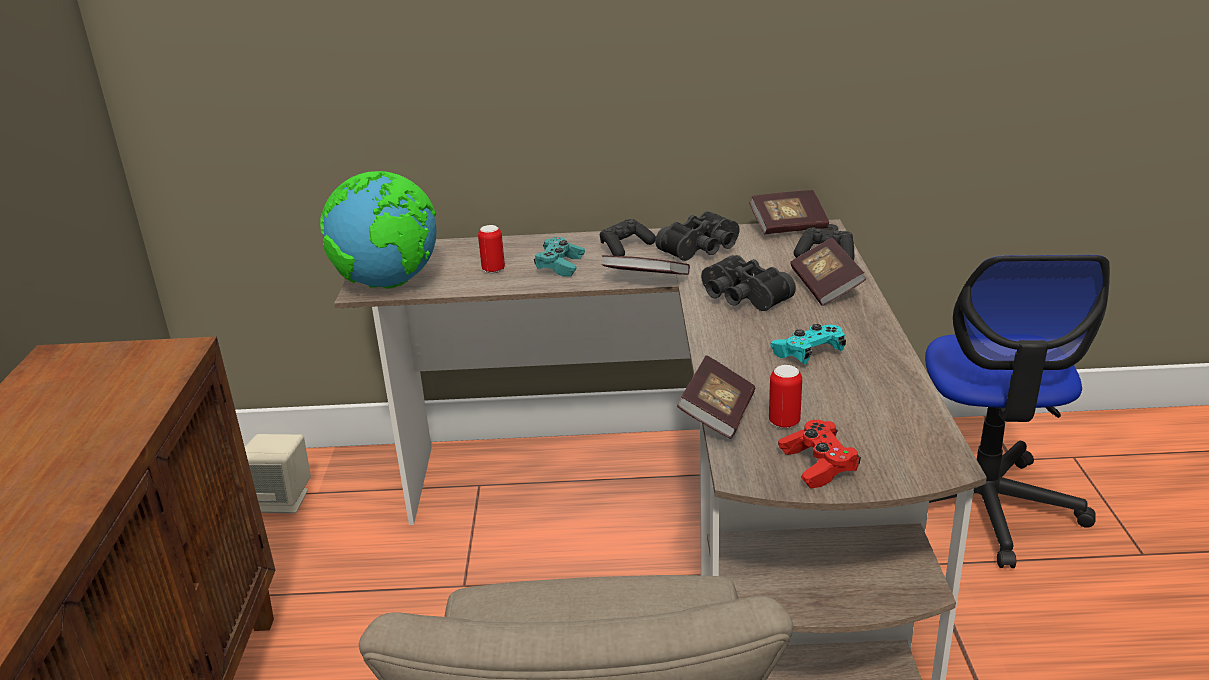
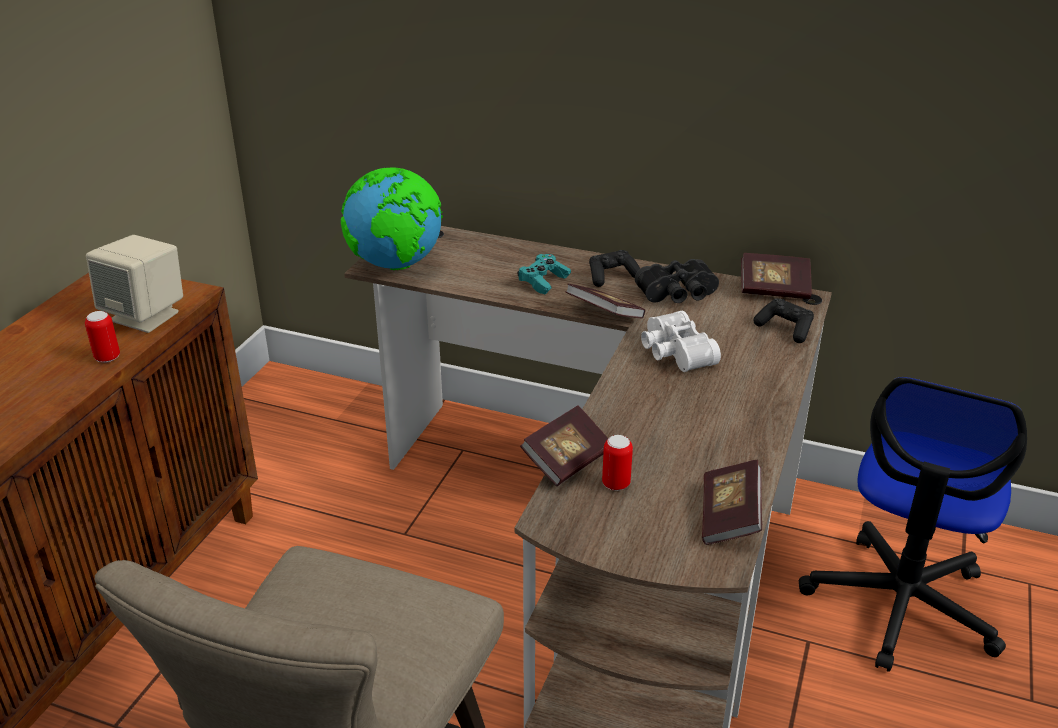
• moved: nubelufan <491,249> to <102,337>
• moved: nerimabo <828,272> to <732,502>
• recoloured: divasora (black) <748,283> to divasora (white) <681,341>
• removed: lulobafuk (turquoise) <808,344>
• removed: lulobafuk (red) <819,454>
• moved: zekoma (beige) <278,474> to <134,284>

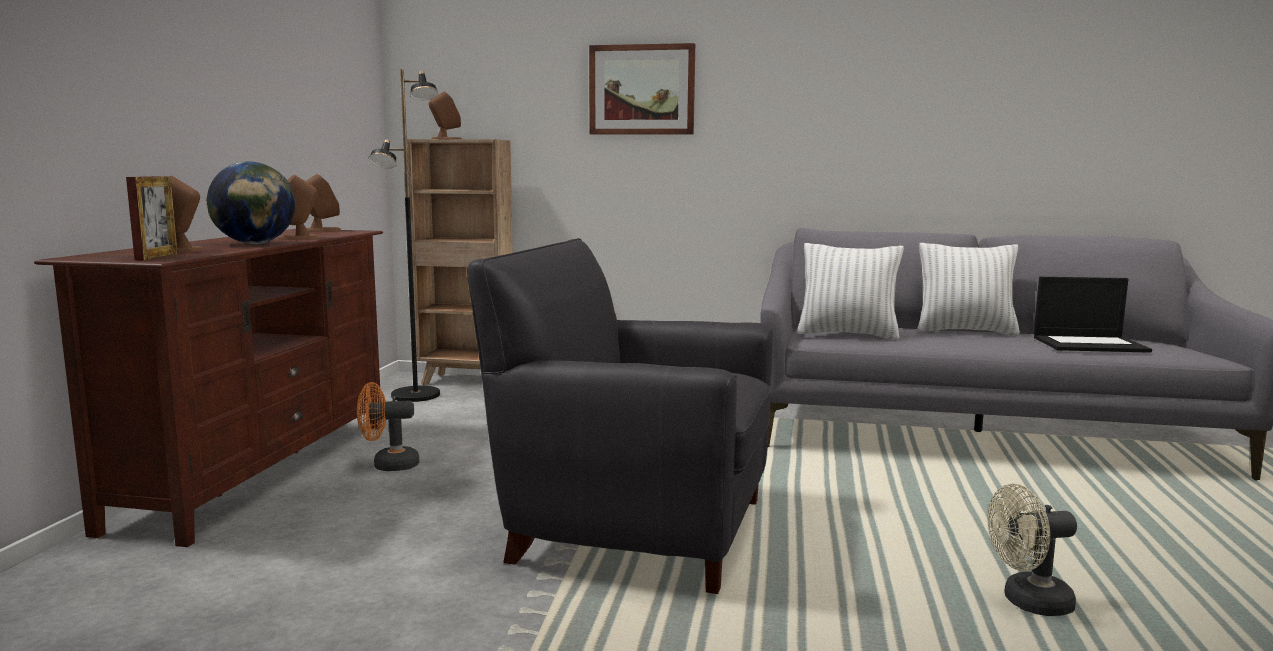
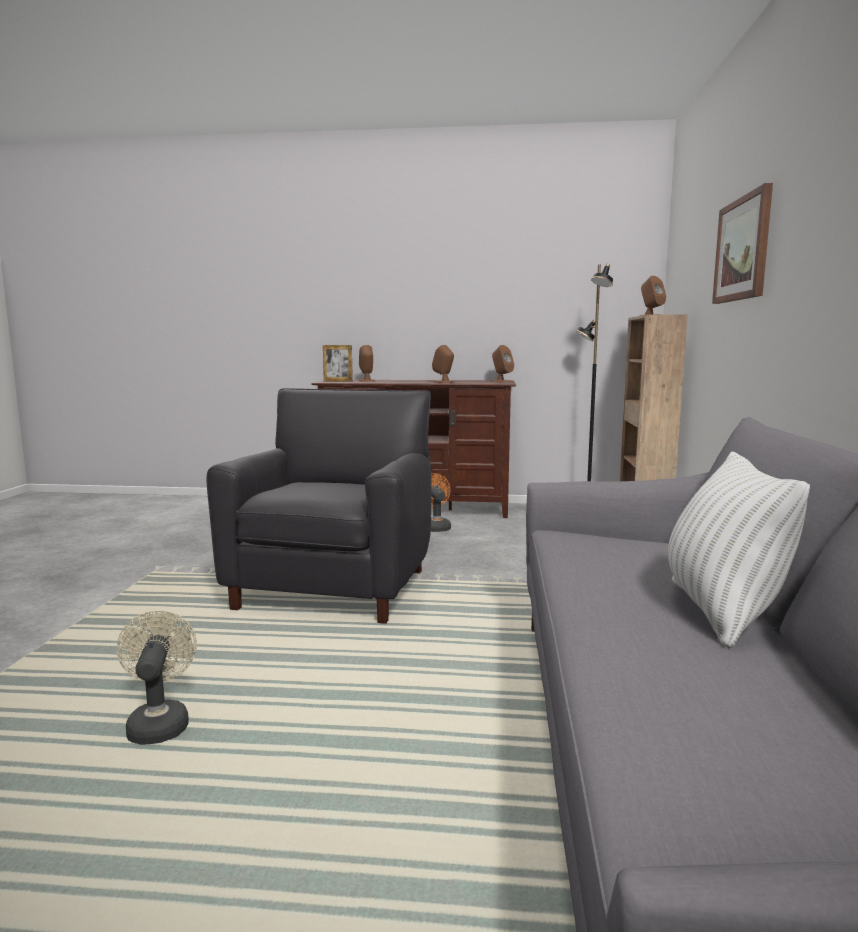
• removed: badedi <250,202>
• removed: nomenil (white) <850,291>
• removed: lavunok <1093,315>

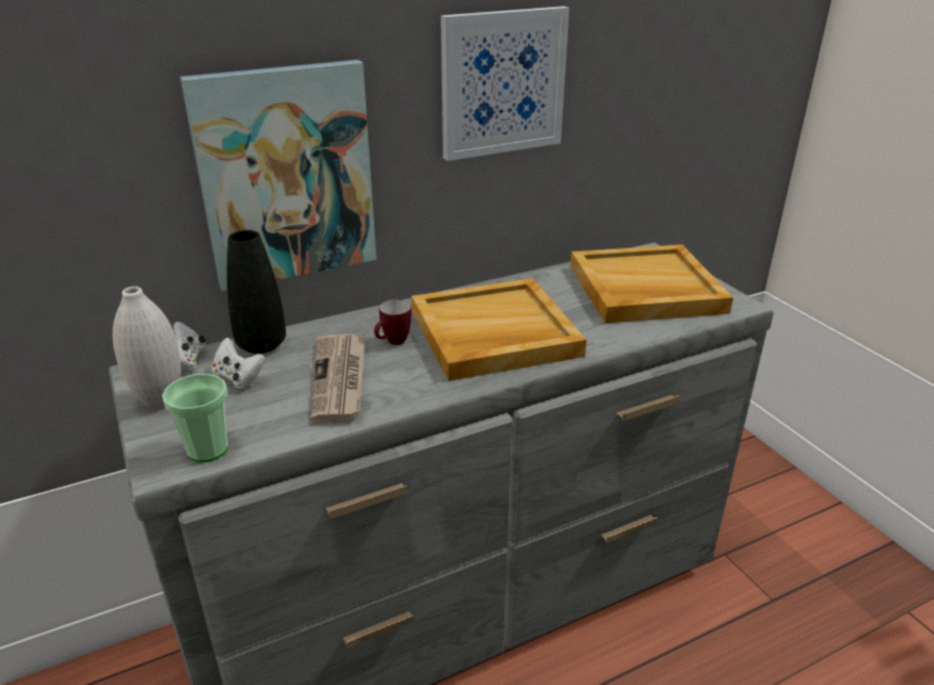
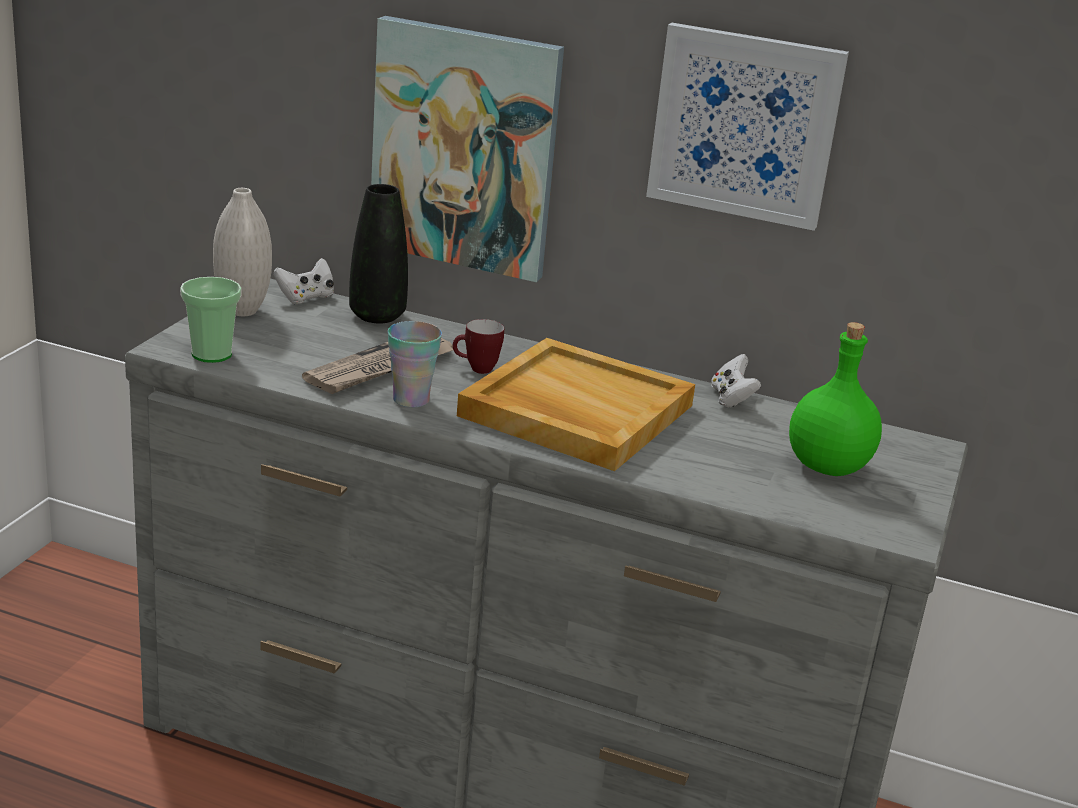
• replaced: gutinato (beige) <651,283> to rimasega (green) <835,399>
• moved: lulobafuk (white) <238,363> to <736,380>
• added: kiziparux <415,364>

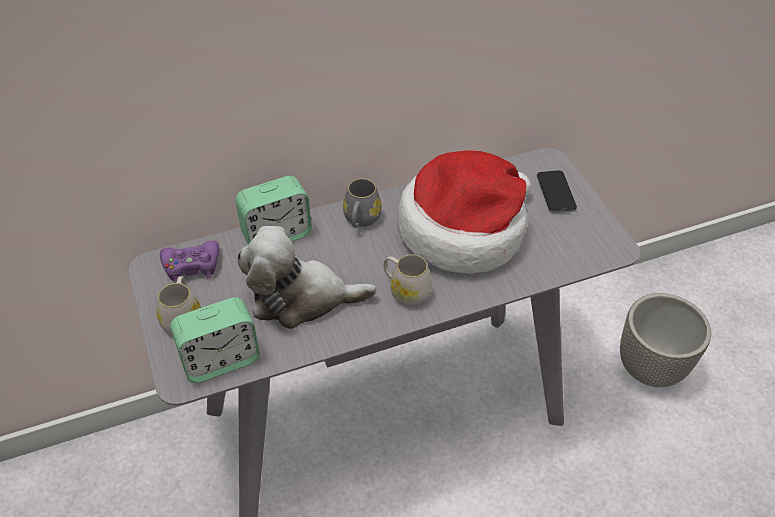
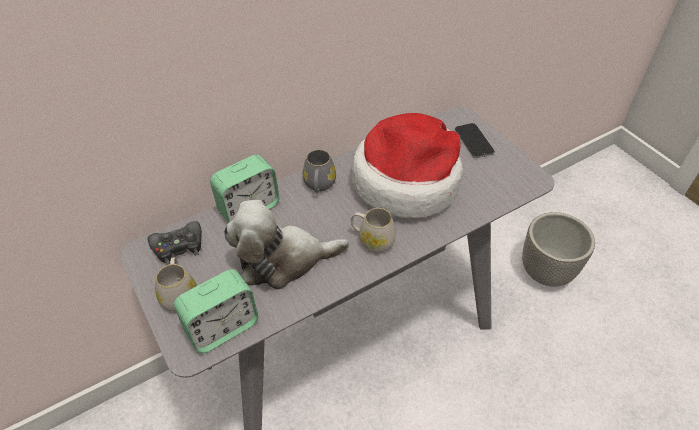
• recoloured: lulobafuk (purple) <189,262> to lulobafuk (black) <174,243>

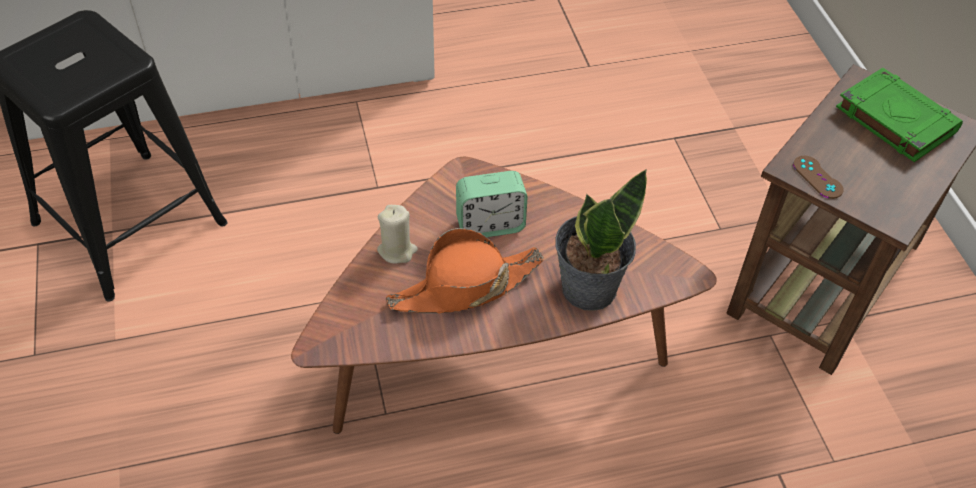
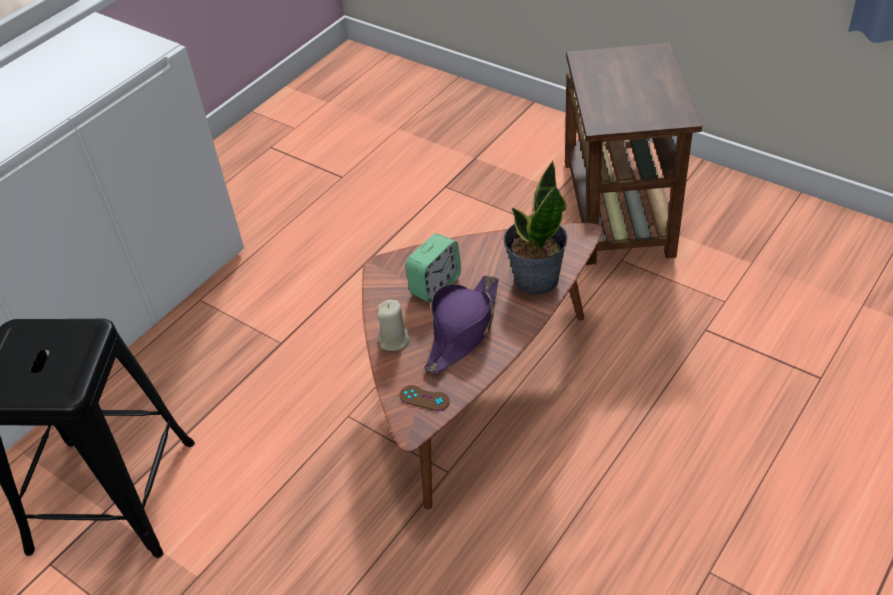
• removed: nerimabo (green) <899,115>
• moved: lulobafuk (brown) <818,177> to <425,398>
• recoloured: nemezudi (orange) <465,271> to nemezudi (purple) <461,324>

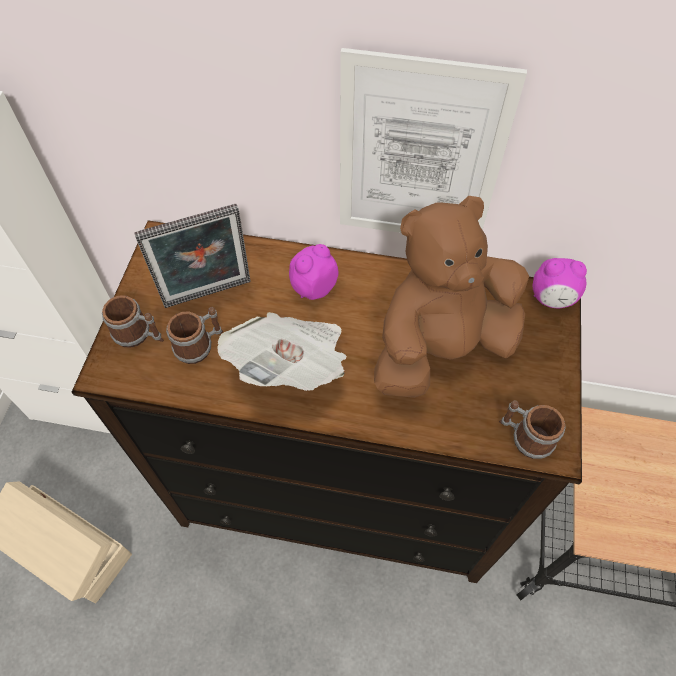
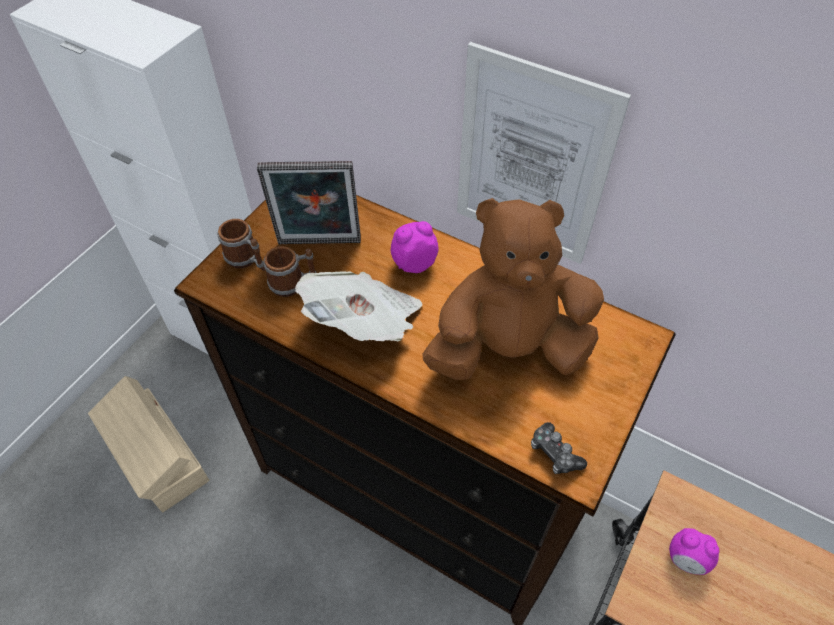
• moved: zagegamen <560,283> to <694,551>
• replaced: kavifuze <532,429> to lulobafuk <559,448>

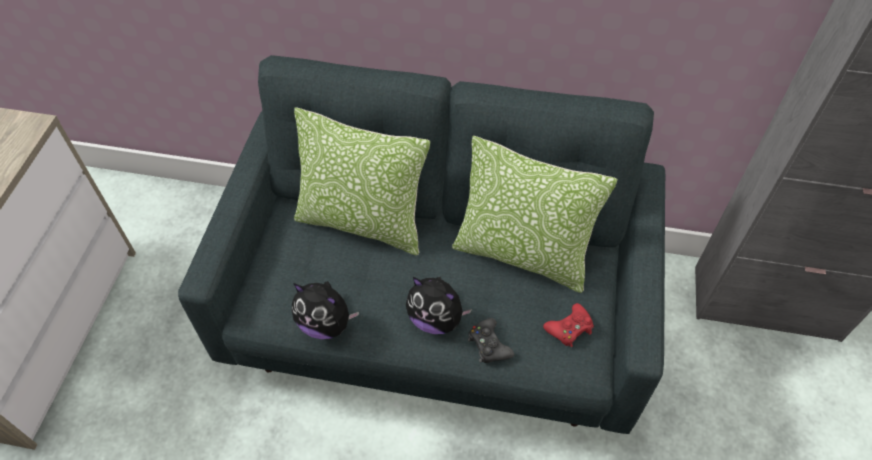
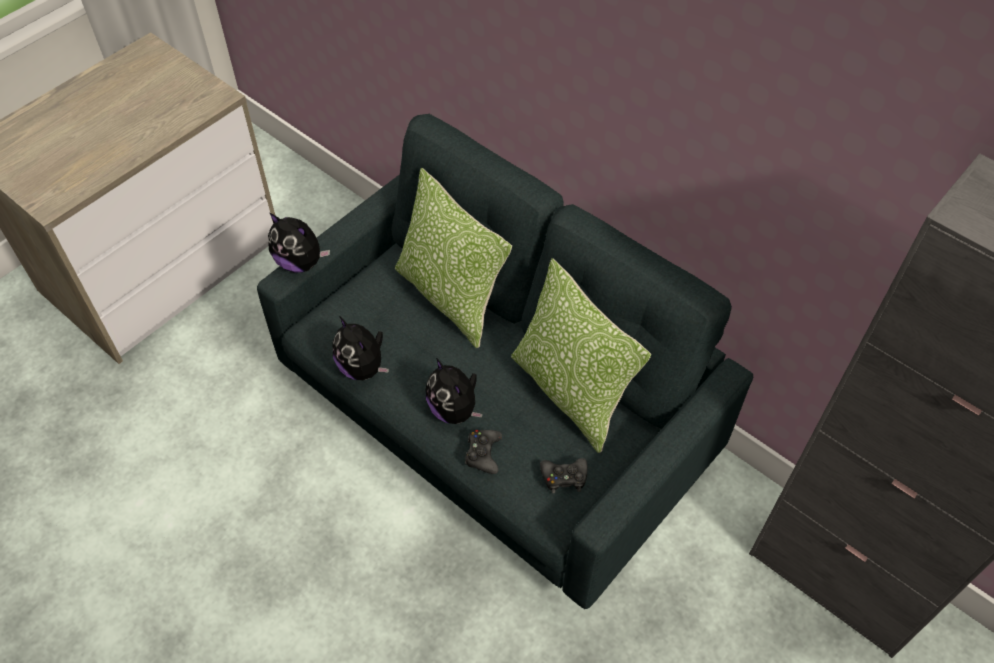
• recoloured: lulobafuk (red) <568,325> to lulobafuk (black) <564,475>
• added: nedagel <299,243>

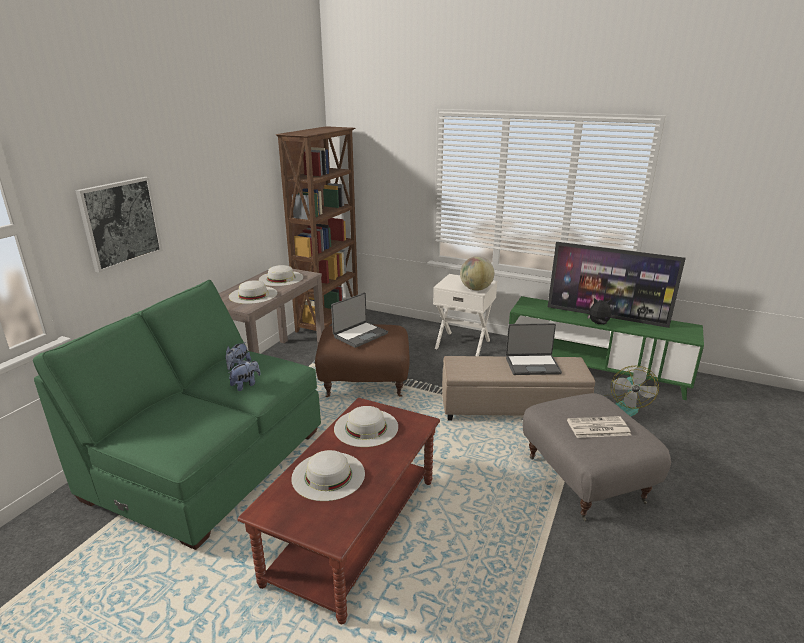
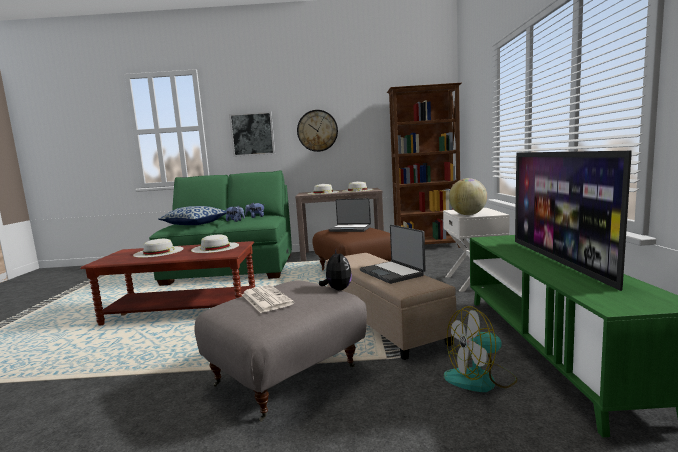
• moved: nedagel <599,311> to <335,270>
• added: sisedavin <317,131>
• added: nomenil <192,215>

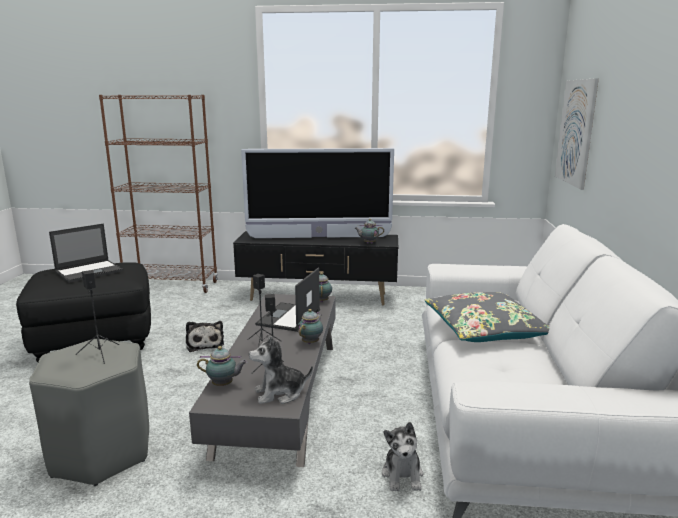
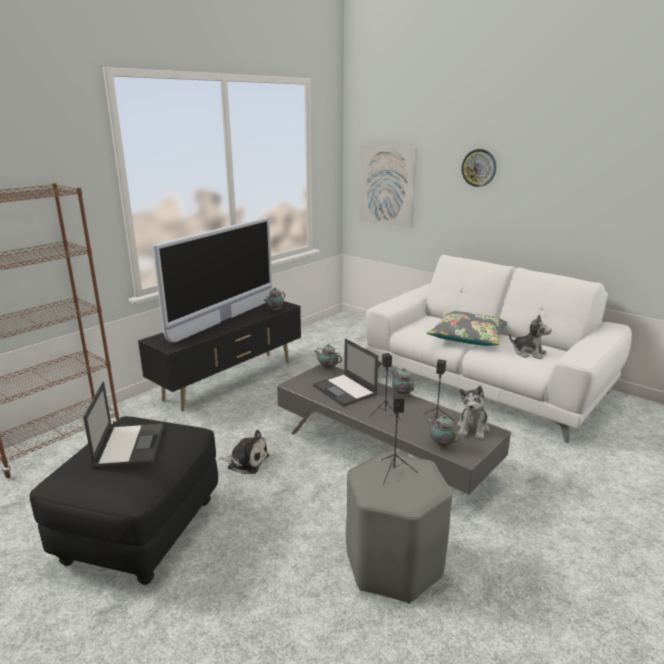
• turned: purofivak <222,366> = <443,431> 75 degrees counterclockwise
• moved: nedagel <402,456> to <530,336>
• added: sisedavin <479,168>

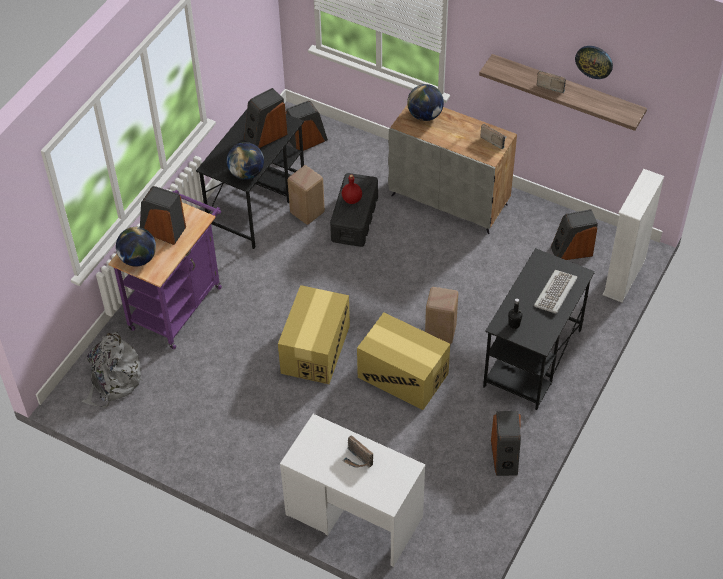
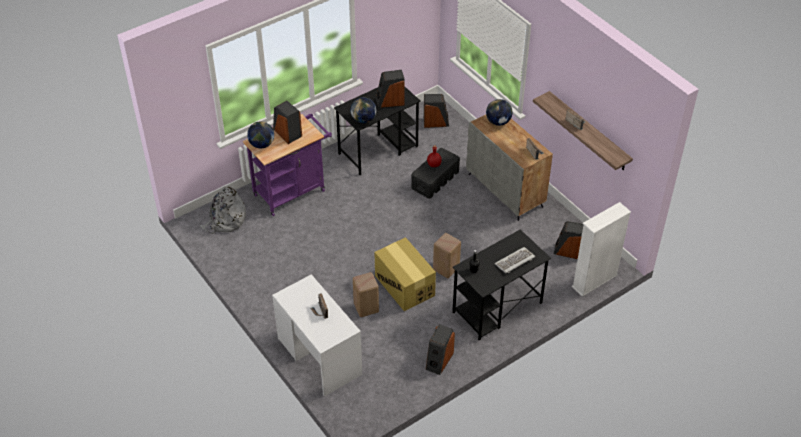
• removed: sisedavin <594,62>
• moved: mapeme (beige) <306,195> to <366,294>
• removed: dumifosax <314,334>

